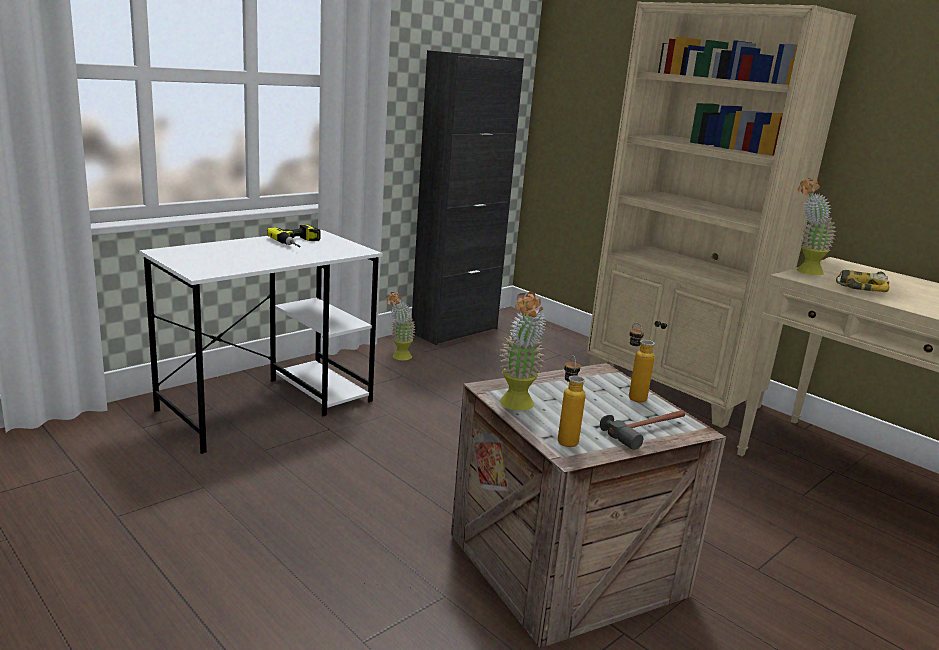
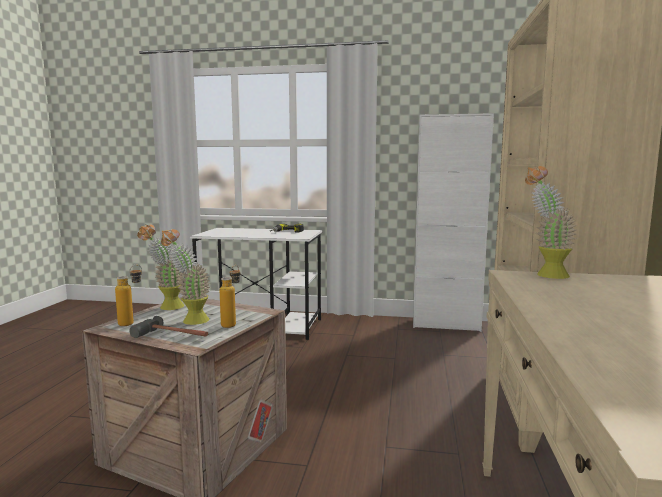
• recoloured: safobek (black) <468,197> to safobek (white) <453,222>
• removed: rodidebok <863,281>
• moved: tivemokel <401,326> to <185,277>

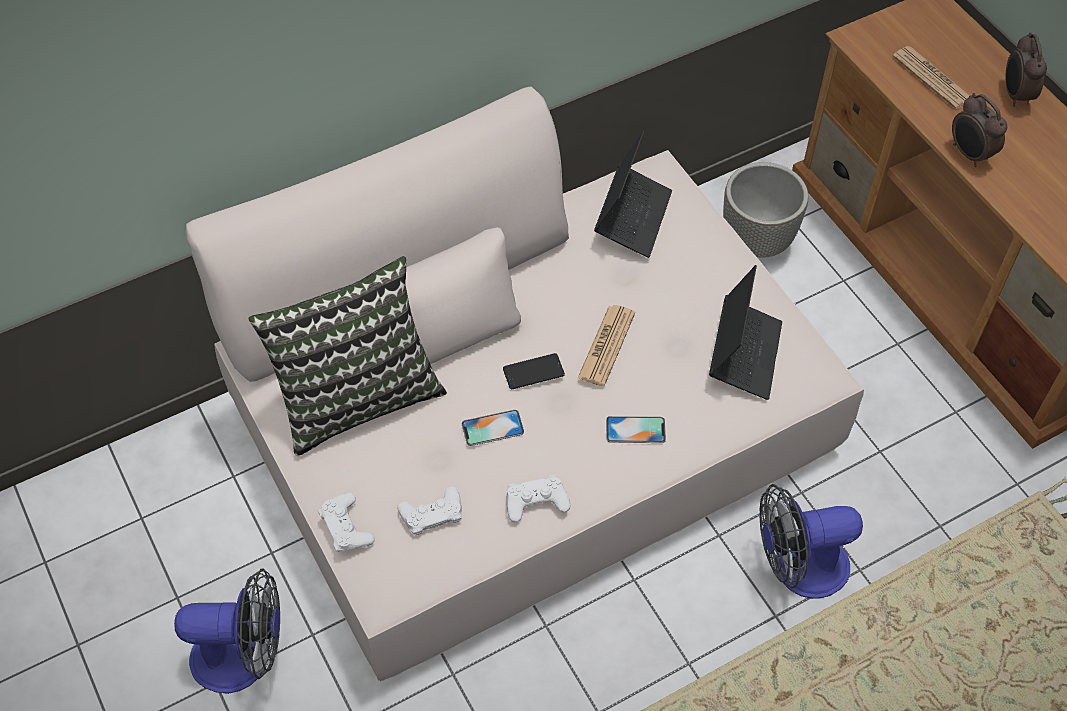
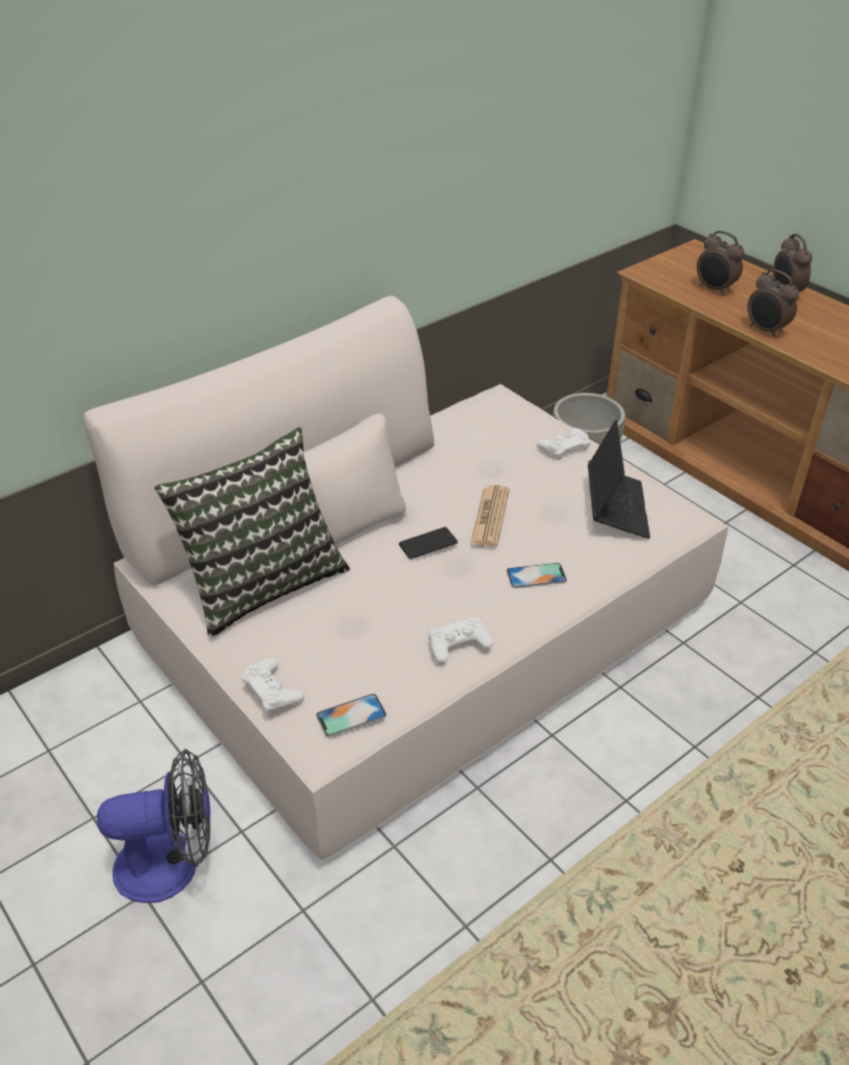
• replaced: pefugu <931,77> to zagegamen <720,263>
• removed: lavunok <633,194>
• moved: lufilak <493,428> to <351,715>
• removed: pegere <811,541>
• moved: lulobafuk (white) <429,510> to <564,443>

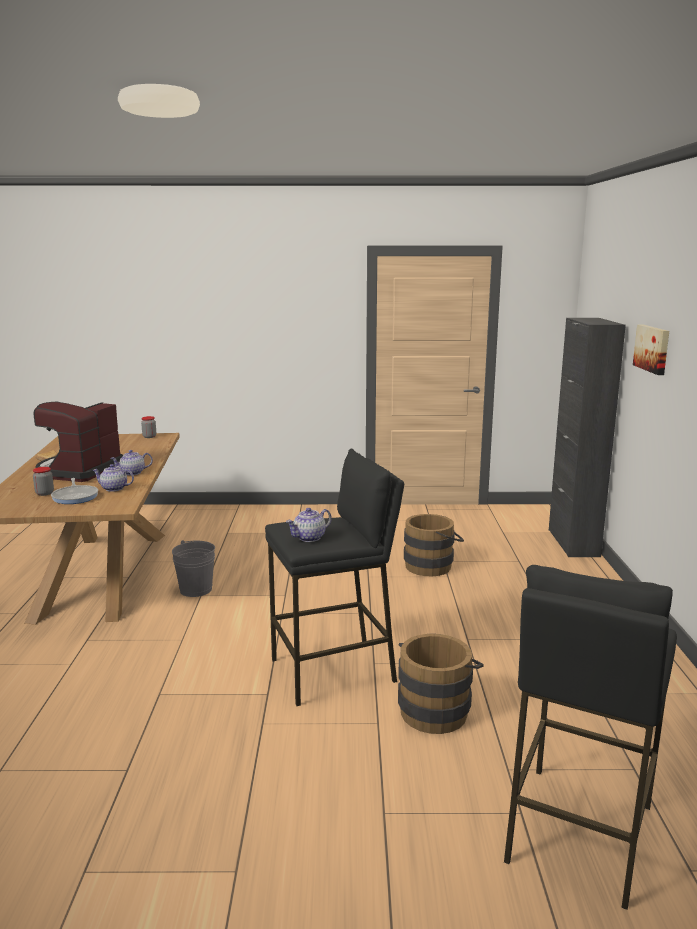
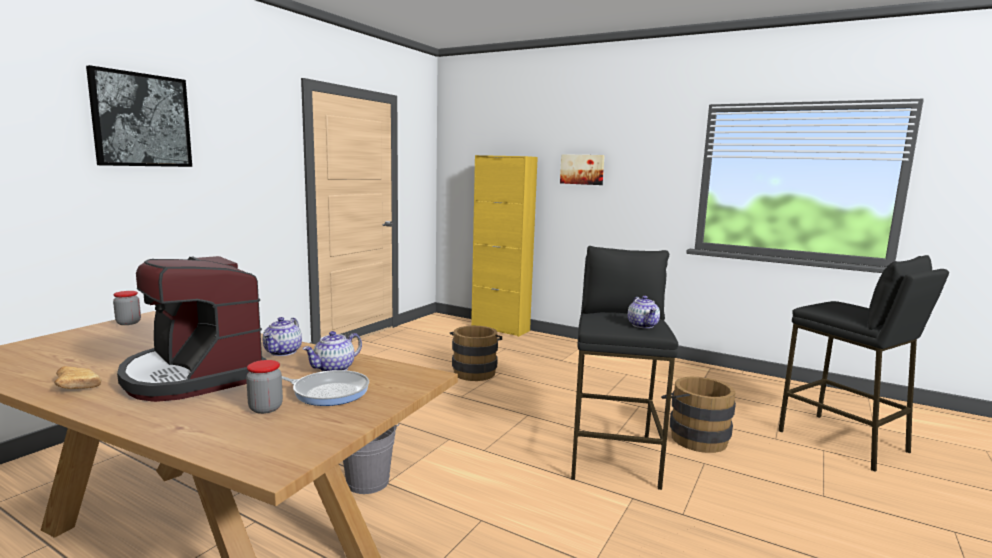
• recoloured: safobek (black) <587,437> to safobek (yellow) <504,246>
• added: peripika <139,116>

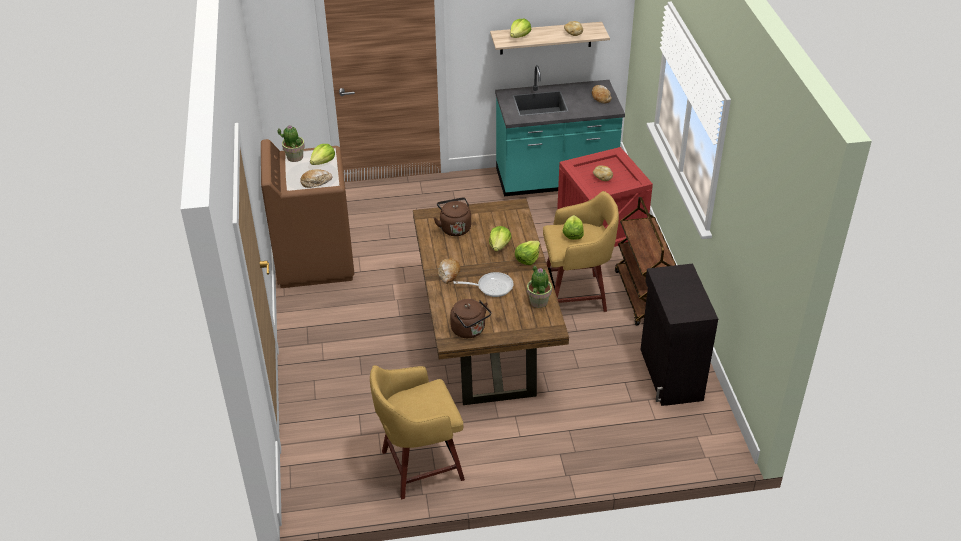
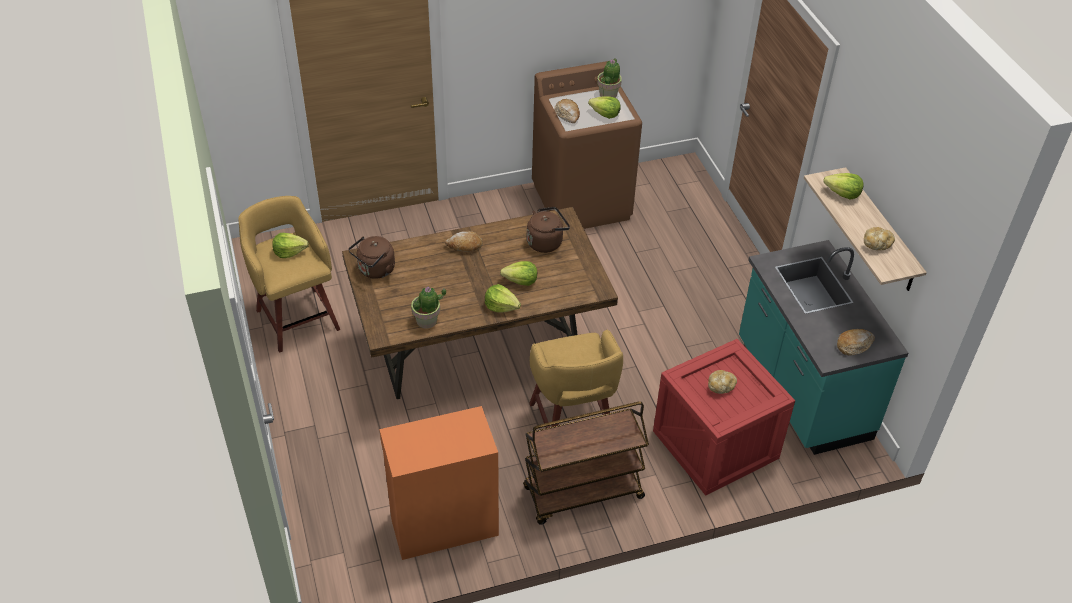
• moved: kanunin <573,227> to <290,245>
• recoloured: safobek (black) <679,335> to safobek (orange) <439,483>
• removed: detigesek <484,284>

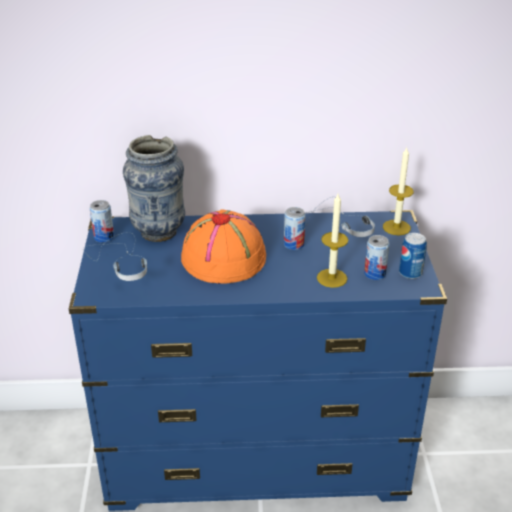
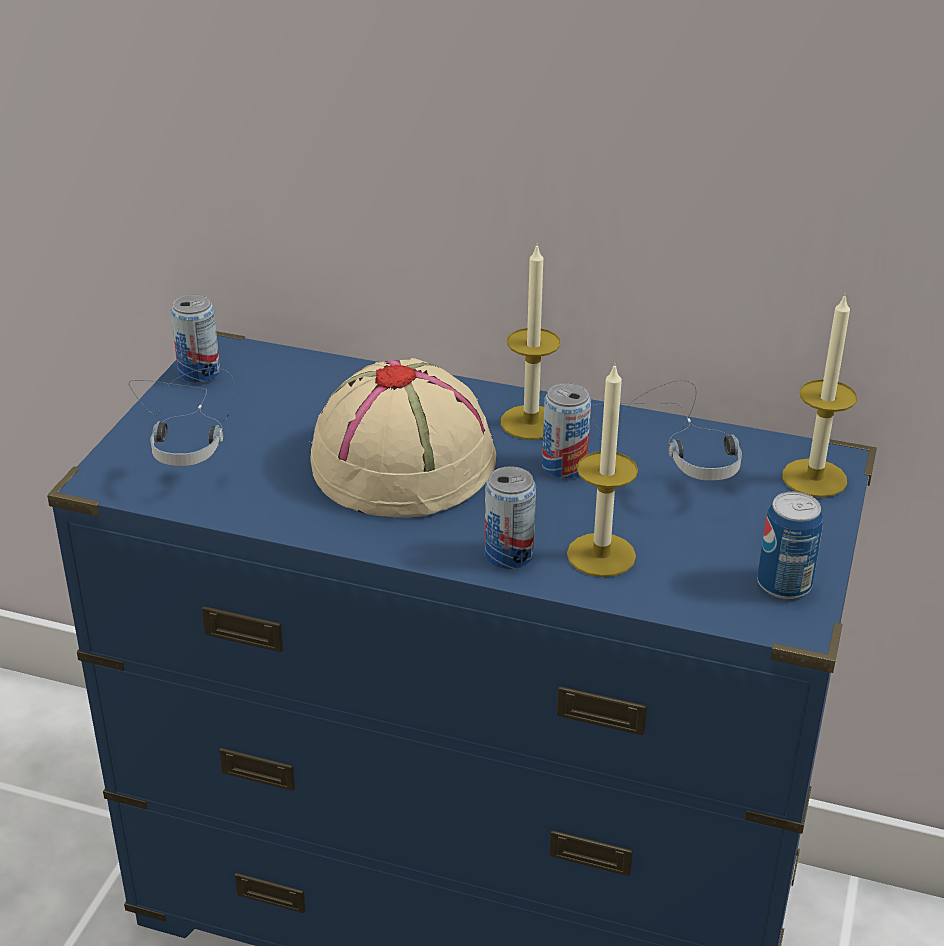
• removed: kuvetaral <154,188>
• recoloured: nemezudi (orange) <223,247> to nemezudi (beige) <403,437>
• moved: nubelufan <377,257> to <510,517>
• added: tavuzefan <530,341>

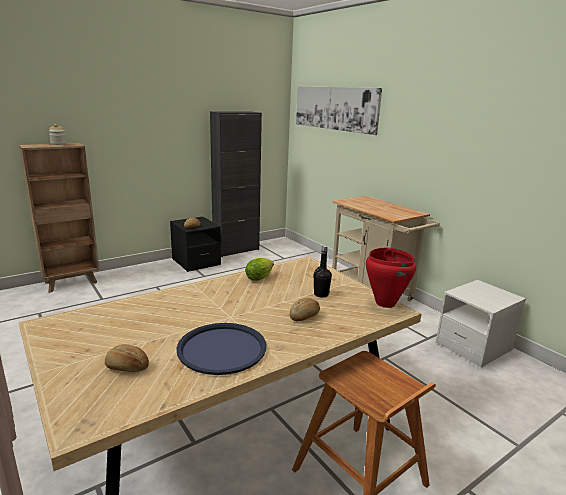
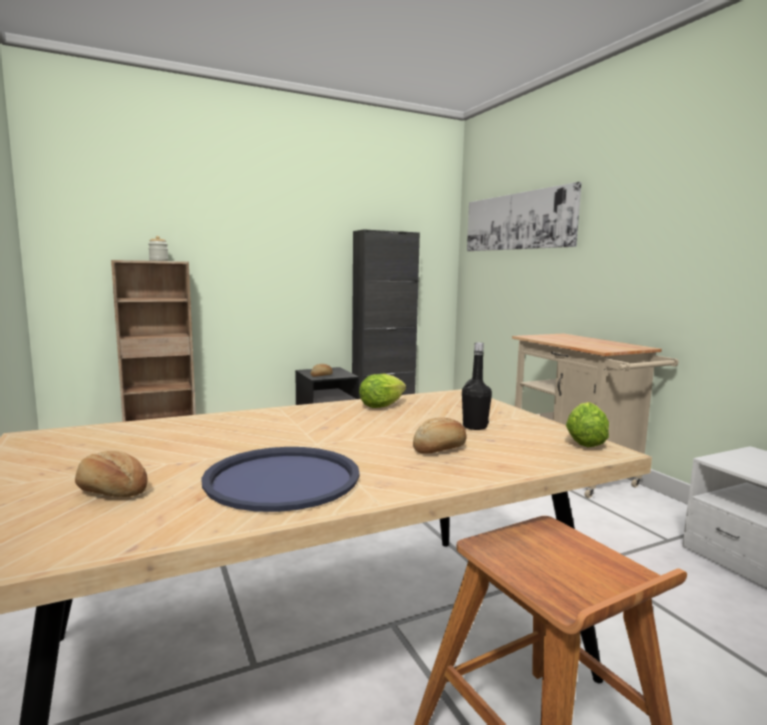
• replaced: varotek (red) <391,278> to kanunin <587,424>

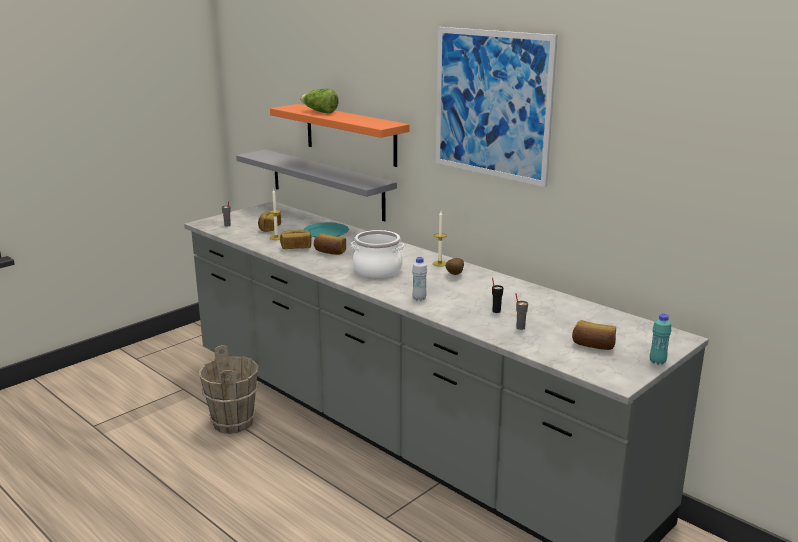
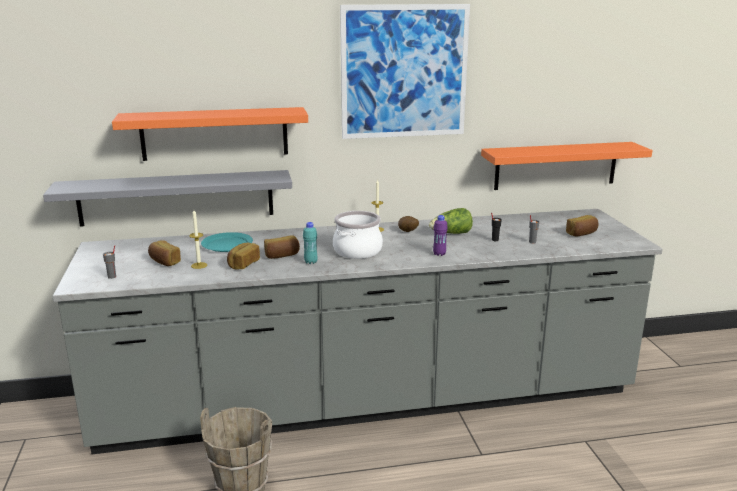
• moved: kanunin <319,101> to <451,221>
• recoloured: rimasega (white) <419,279> to rimasega (purple) <440,235>
• moved: rimasega (turquoise) <660,339> to <310,243>
• added: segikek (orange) <566,166>

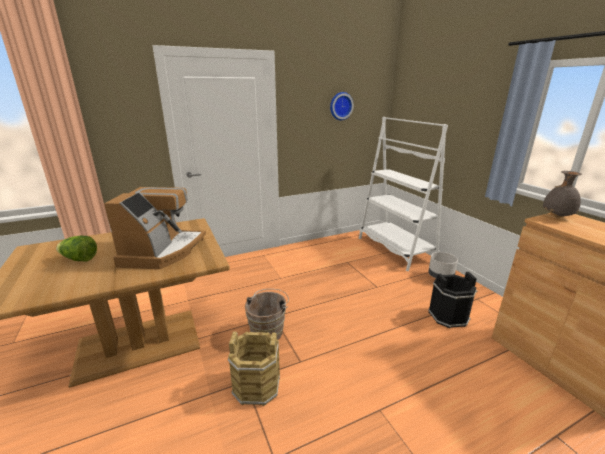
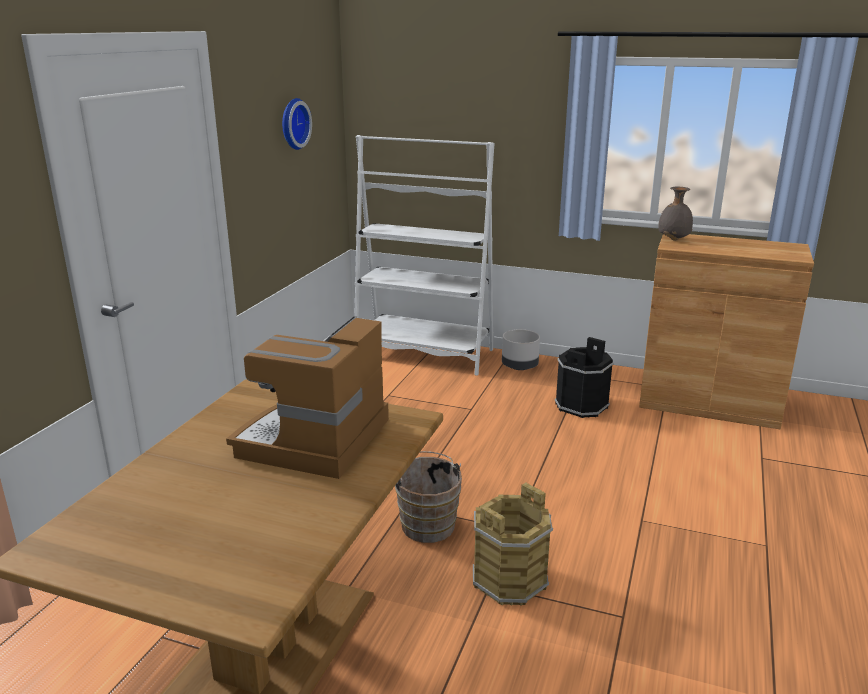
• turned: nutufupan <155,228> = <307,397> 120 degrees counterclockwise
• removed: kanunin <76,248>

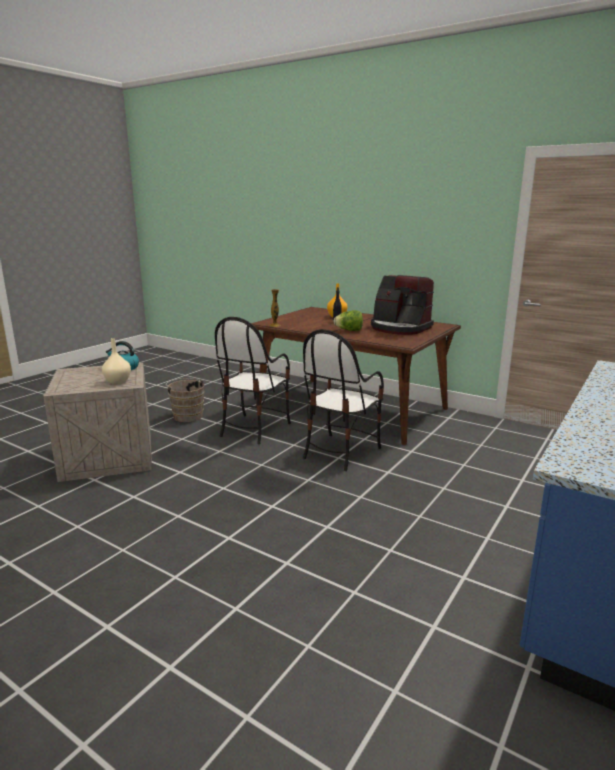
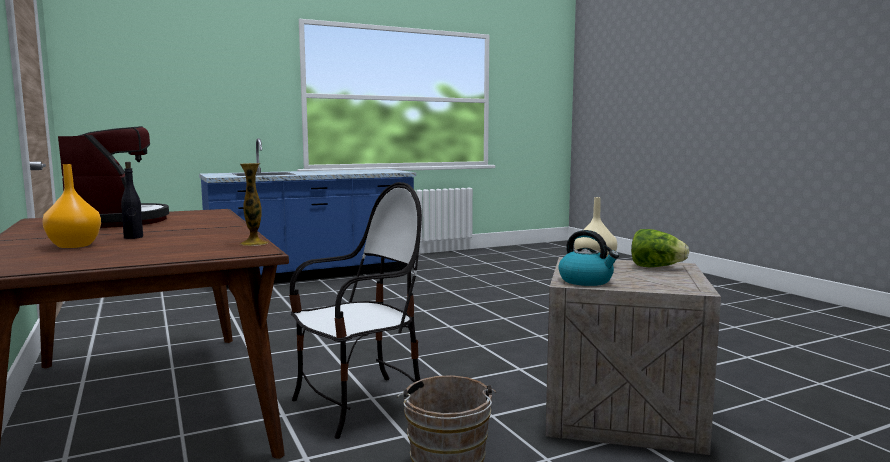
• moved: kanunin <348,320> to <660,248>
• removed: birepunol <343,400>

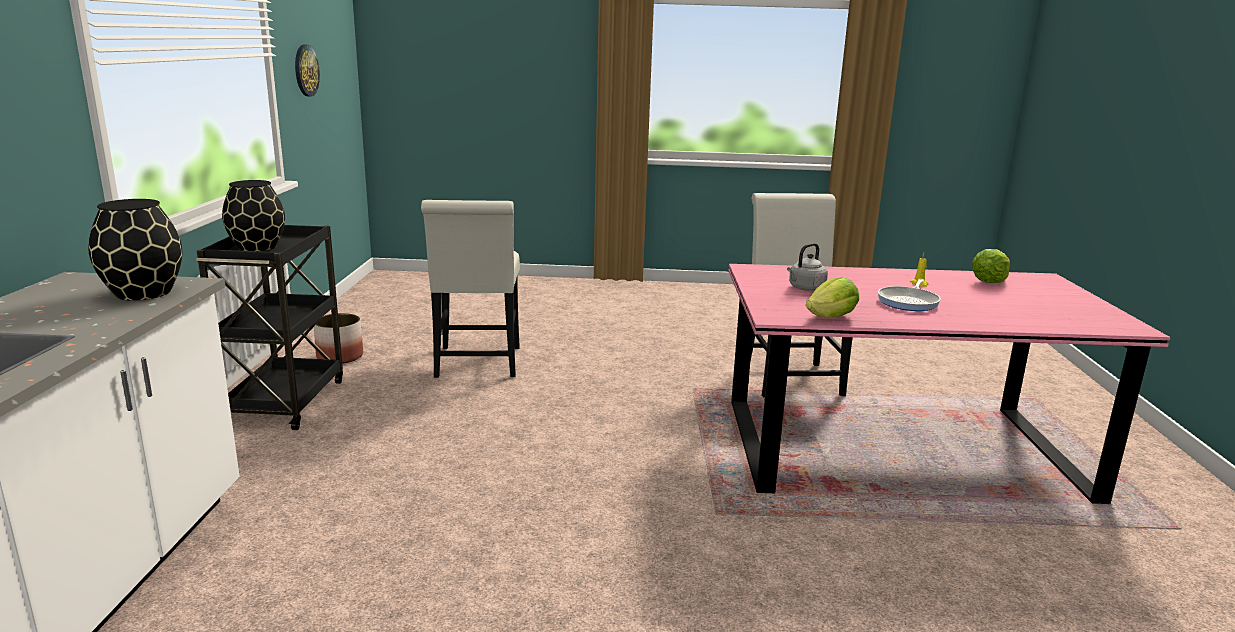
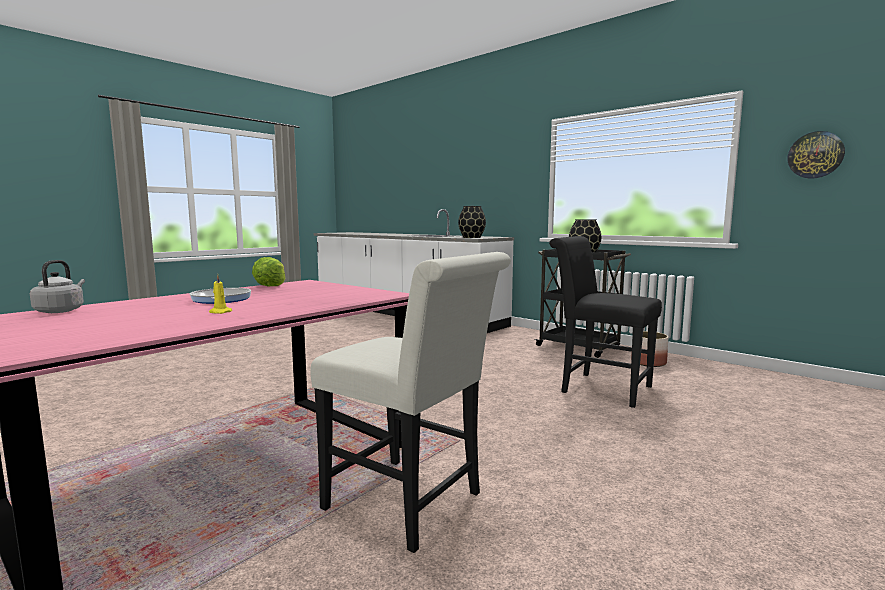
• recoloured: birepunol (white) <470,289> to birepunol (black) <605,322>
• moved: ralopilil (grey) <807,267> to <57,286>
• removed: kanunin <990,266>

